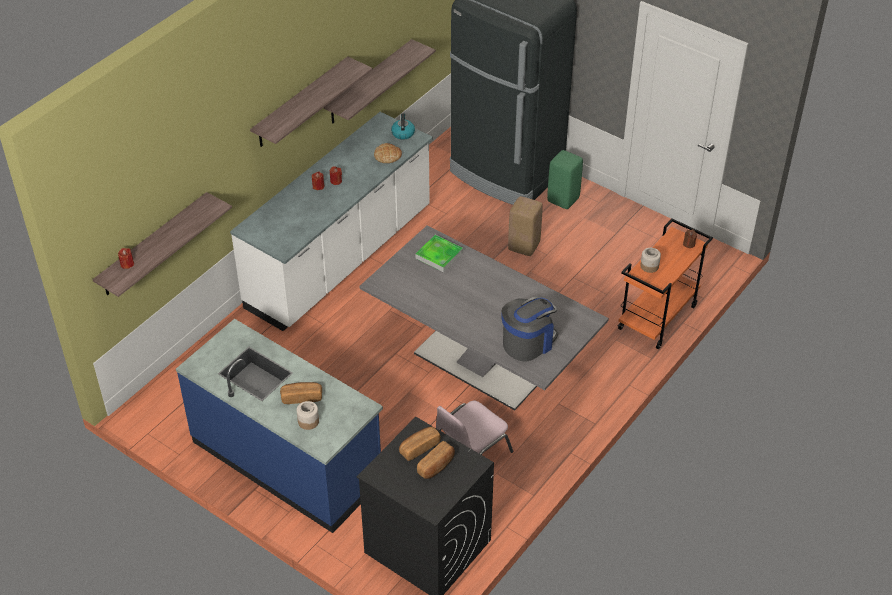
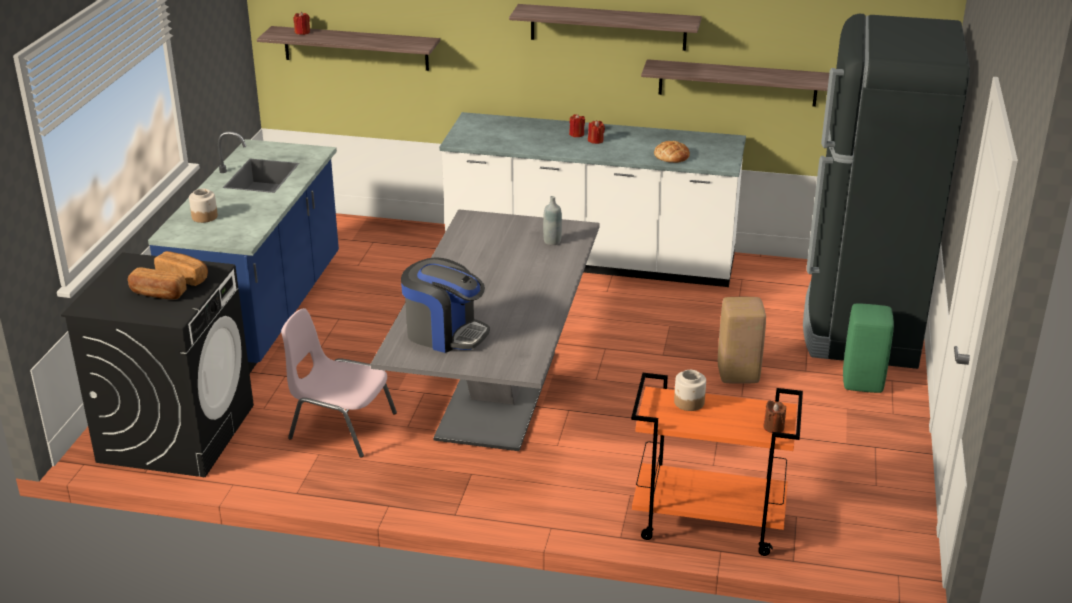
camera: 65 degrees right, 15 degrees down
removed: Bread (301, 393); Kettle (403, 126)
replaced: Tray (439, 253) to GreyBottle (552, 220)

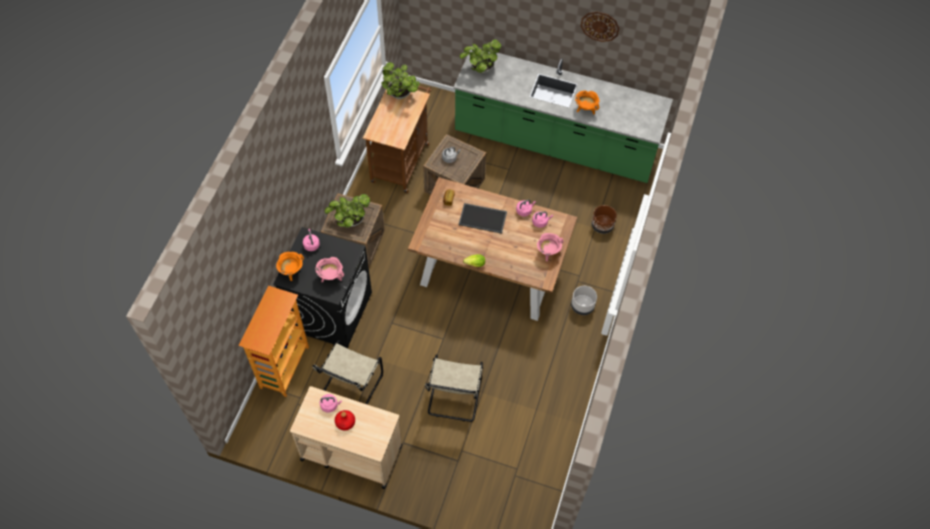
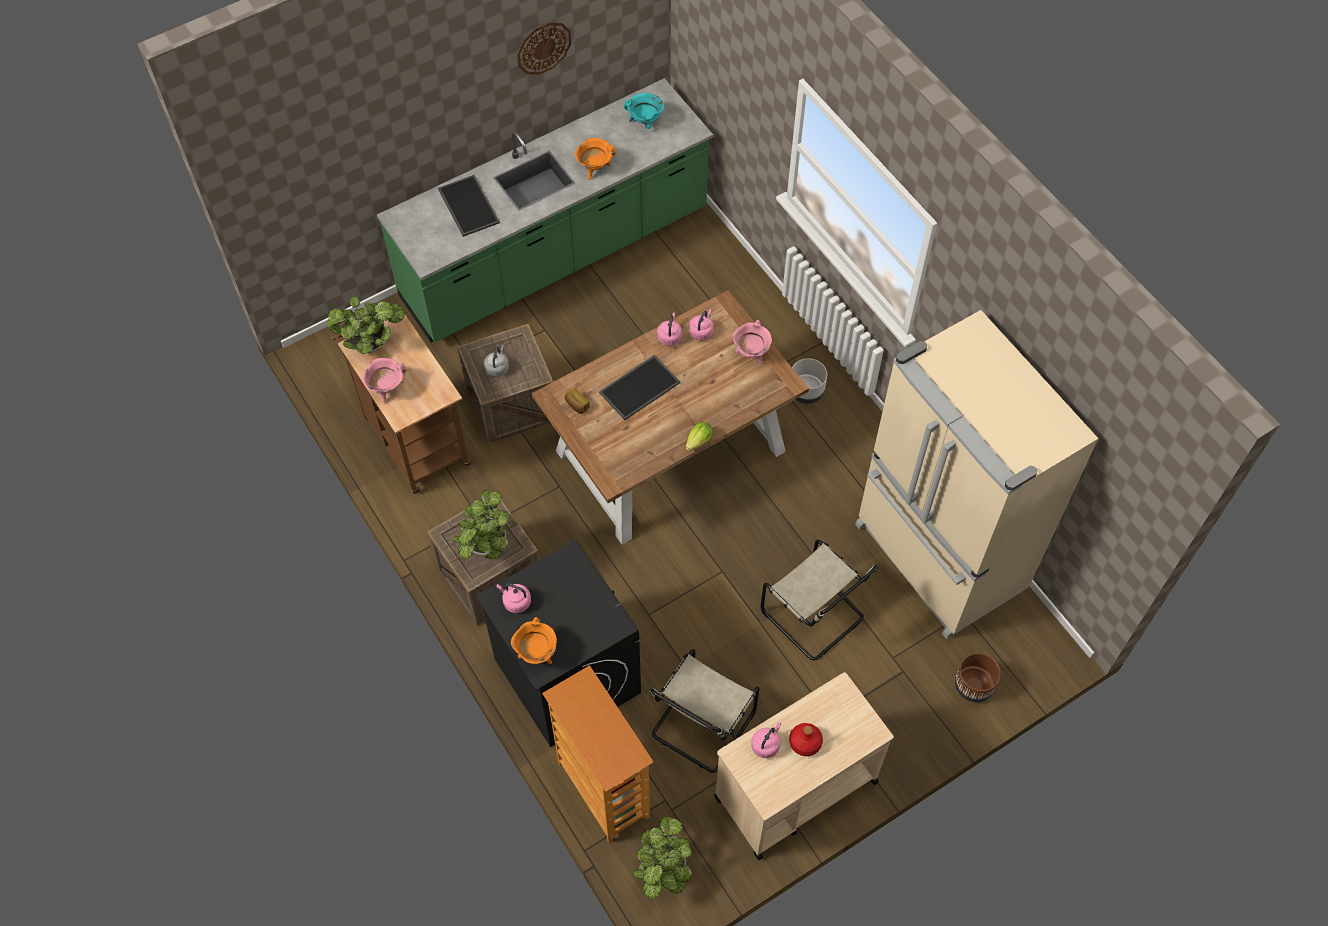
camera: 50 degrees left, 0 degrees up
added: Tray (469, 206); TurquoiseCookingPot (644, 111); BeigeFridge (977, 475)
moved: PinkCookingPot (330, 270) to (384, 380); PottedPlant (480, 56) to (662, 858); BrownPlanter (604, 219) to (977, 678)
turned: BeigeChair (347, 372) = (704, 711) 60 degrees clockwise

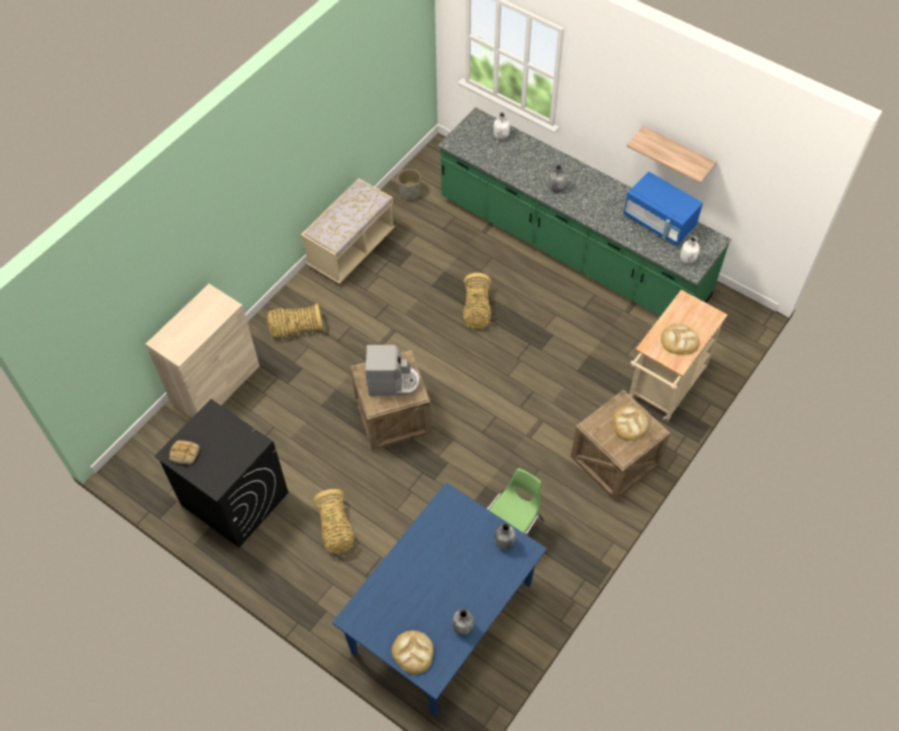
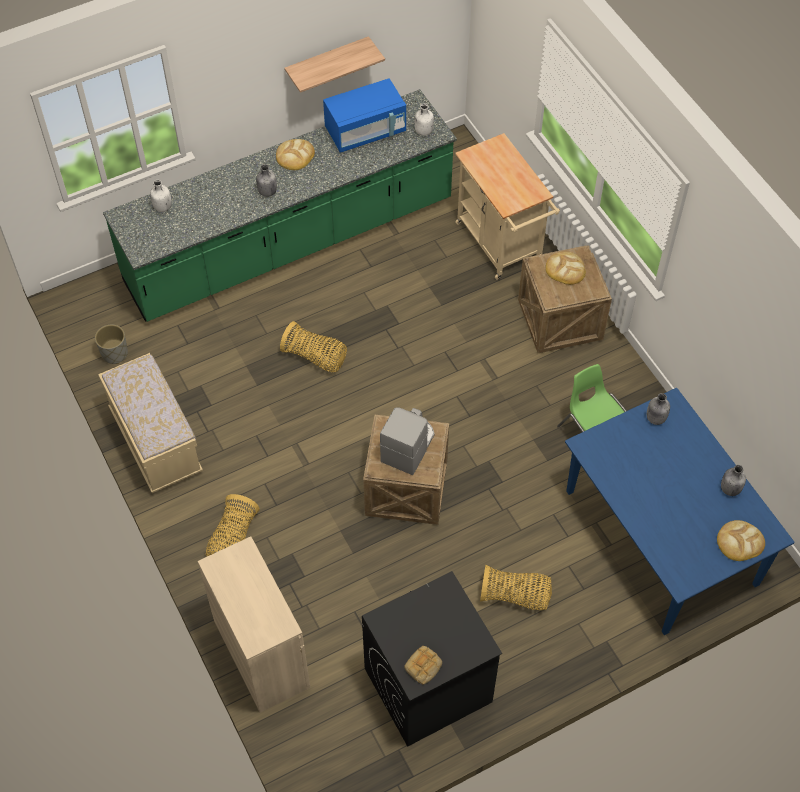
camera: 65 degrees left, 0 degrees up
moved: Bread (680, 339) to (295, 154)

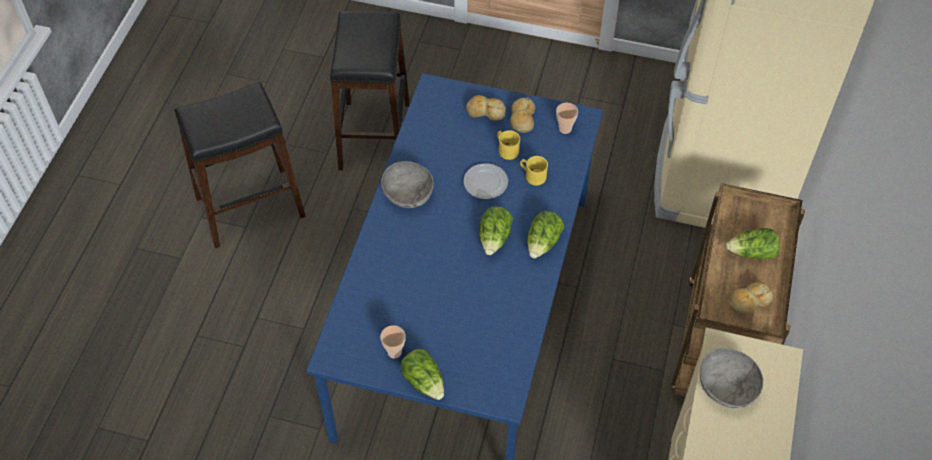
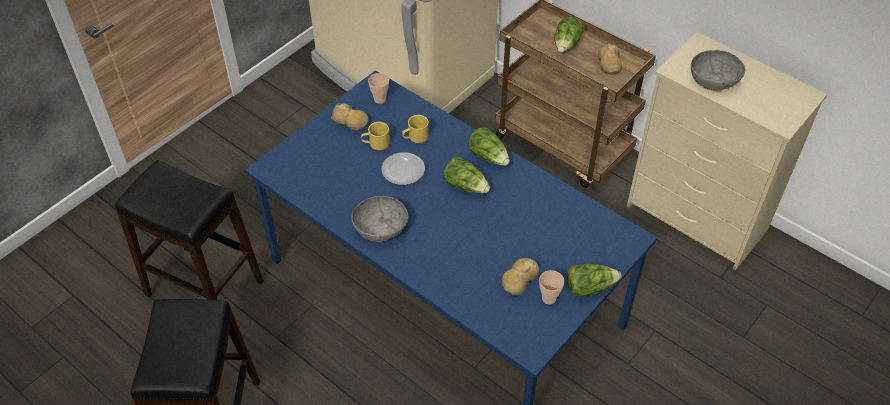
camera: 65 degrees left, 5 degrees down
moved: Bread (486, 108) to (520, 277)

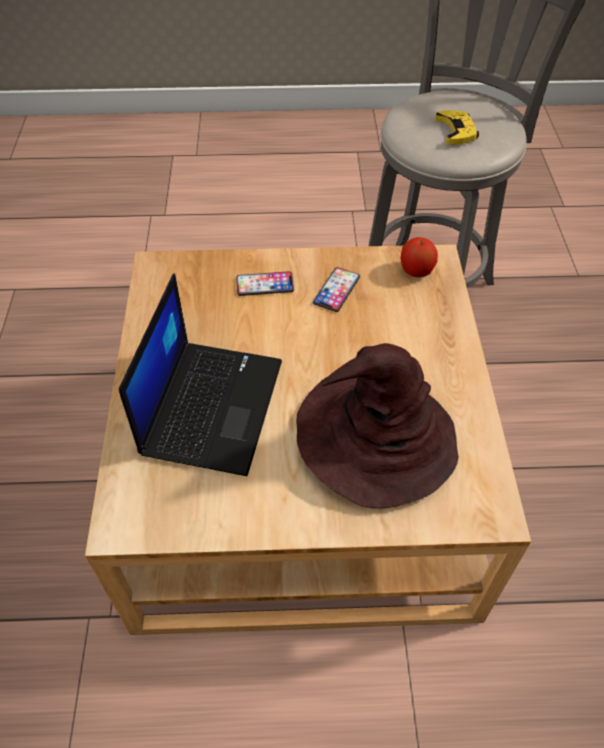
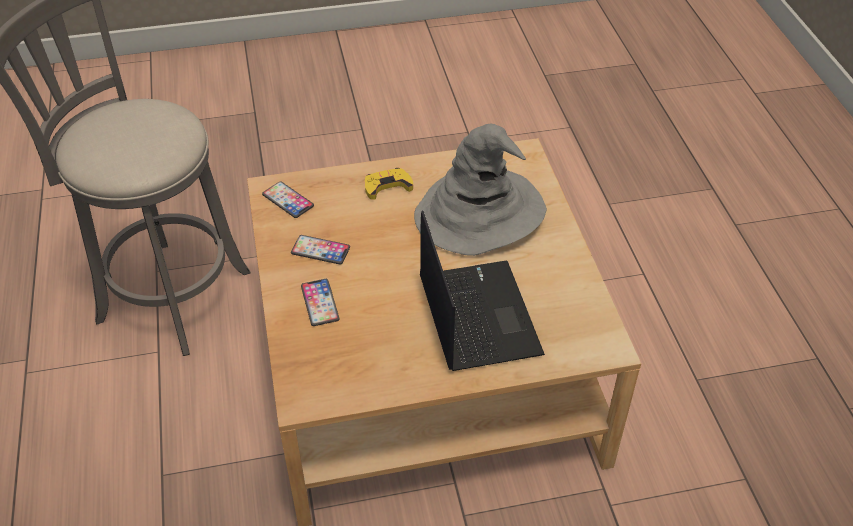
camera: 100 degrees left, 5 degrees down
moved: YellowGameController (457, 127) to (389, 184)
replaced: Apple (419, 257) to Phone (288, 199)
recoloured: BrownHat (377, 425) to GreyHat (480, 190)
turned: Laptop (200, 374) = (482, 290) 75 degrees clockwise

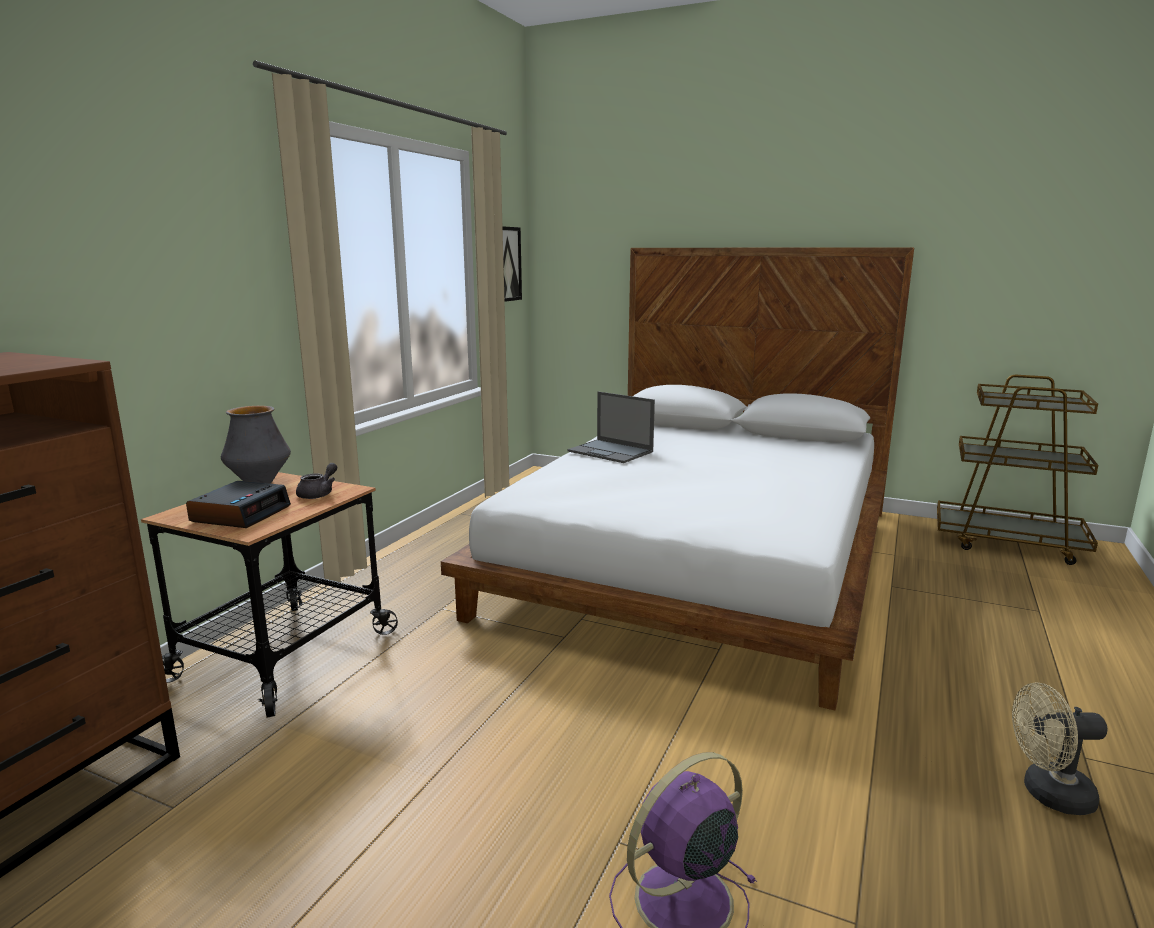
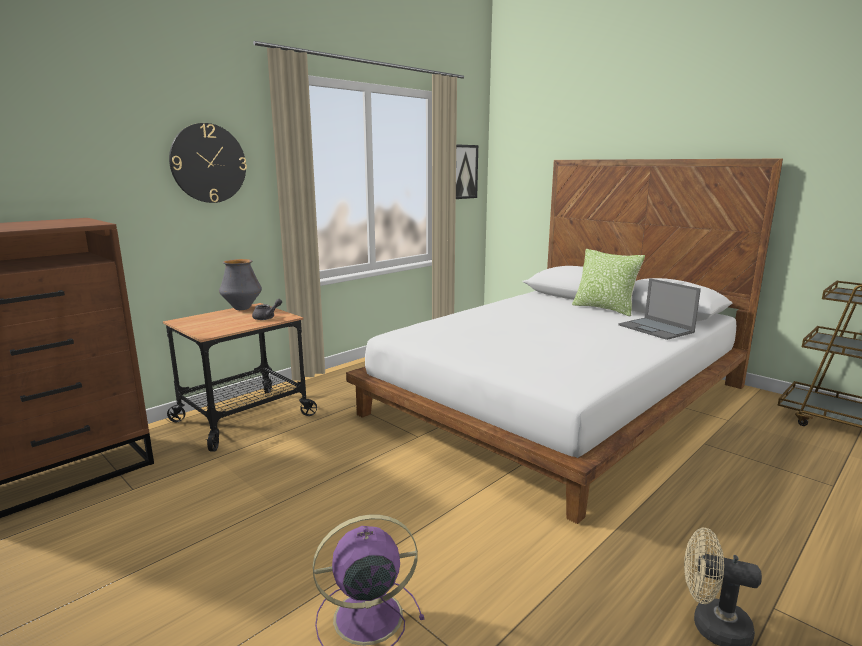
camera: 20 degrees right, 0 degrees up
removed: AlarmClock (238, 504)
added: WallClock (208, 163); Pillow (608, 282)
moved: Laptop (611, 427) to (659, 309)

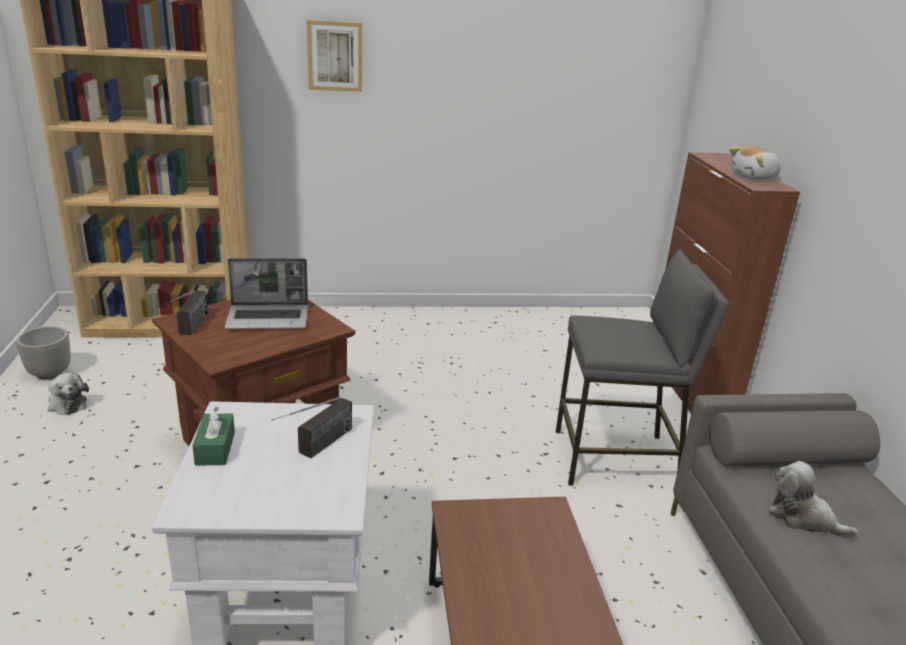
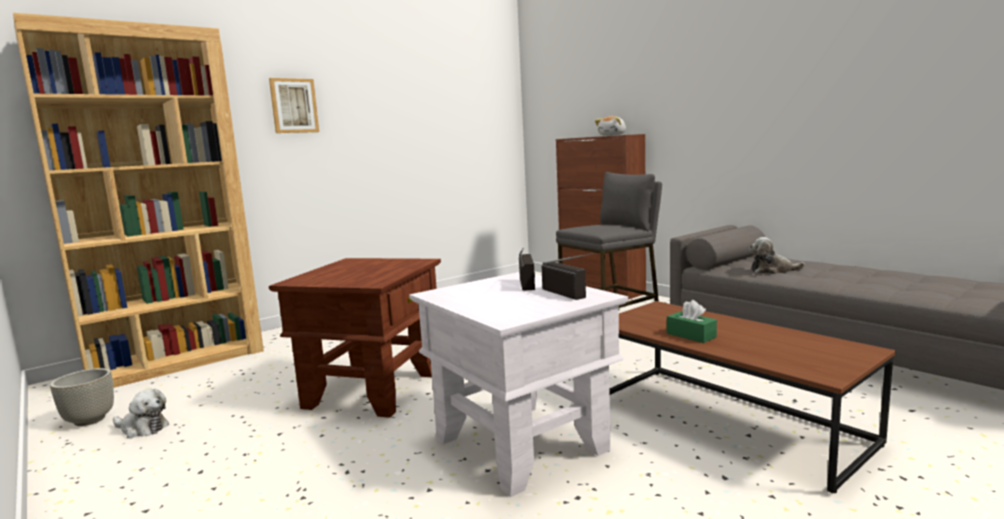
camera: 30 degrees left, 15 degrees down
removed: Laptop (266, 293)
moved: Radio (186, 312) to (568, 276); GreenTissueBox (213, 436) to (692, 321)

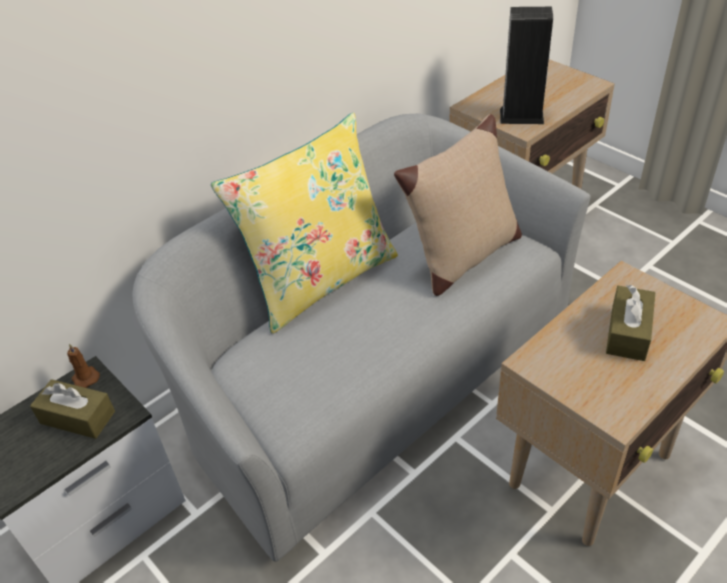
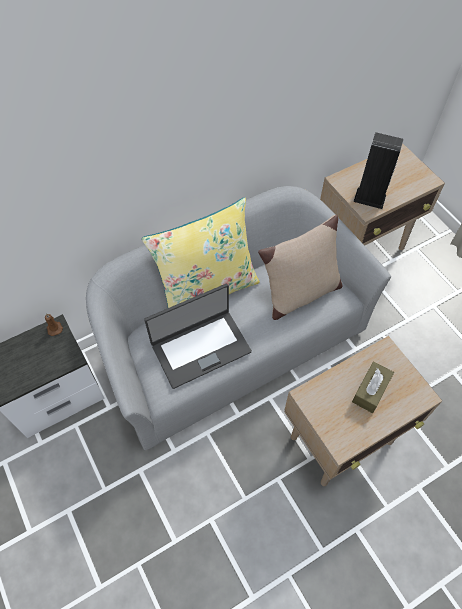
camera: 10 degrees right, 15 degrees up
removed: BrownTissueBox (72, 409)
added: Laptop (198, 336)

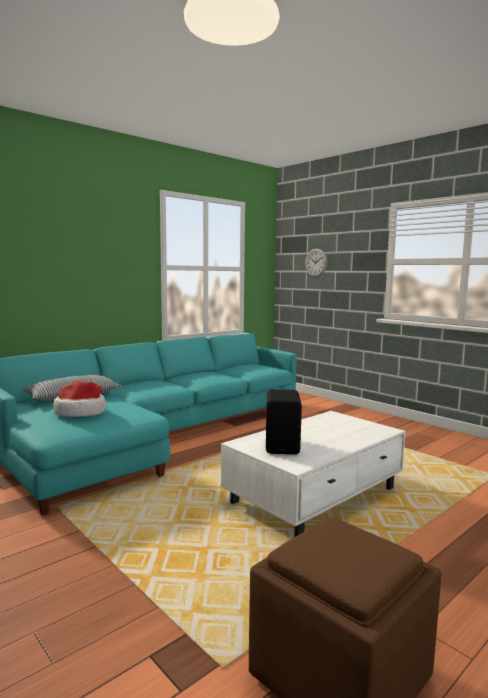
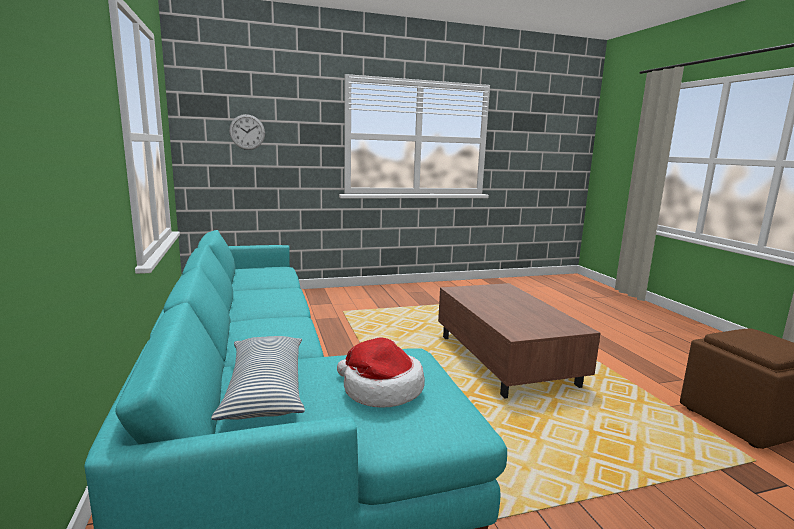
camera: 65 degrees left, 5 degrees up
removed: BlackSpeaker (284, 421)
recoloured: WhiteCoffeeTable (313, 474) to BrownCoffeeTable (519, 341)

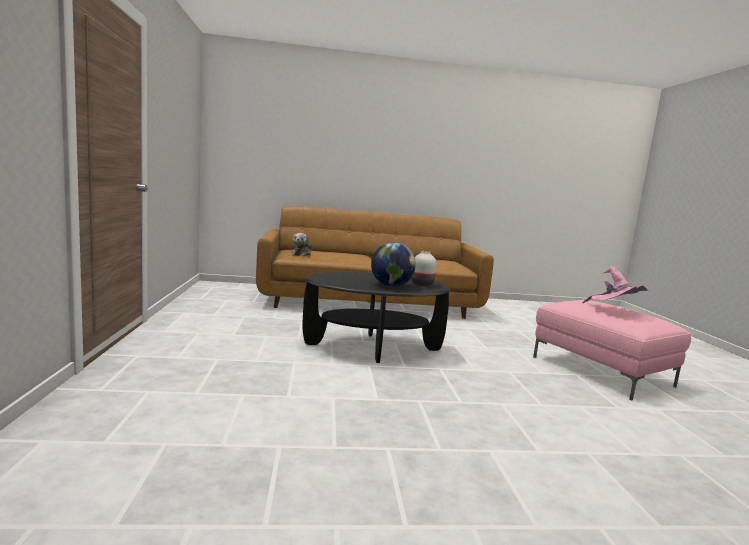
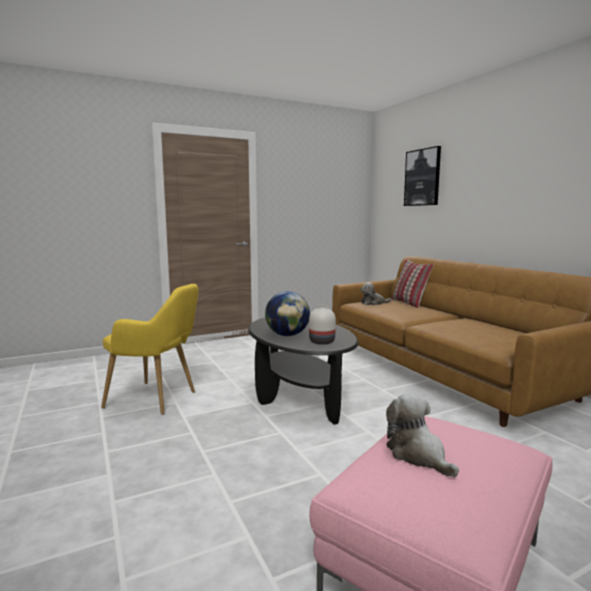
camera: 70 degrees right, 0 degrees up
added: YellowArmchair (150, 349); Pillow (412, 283); Picture (422, 176)
replaced: PinkHat (615, 284) to PlushToy (422, 435)

